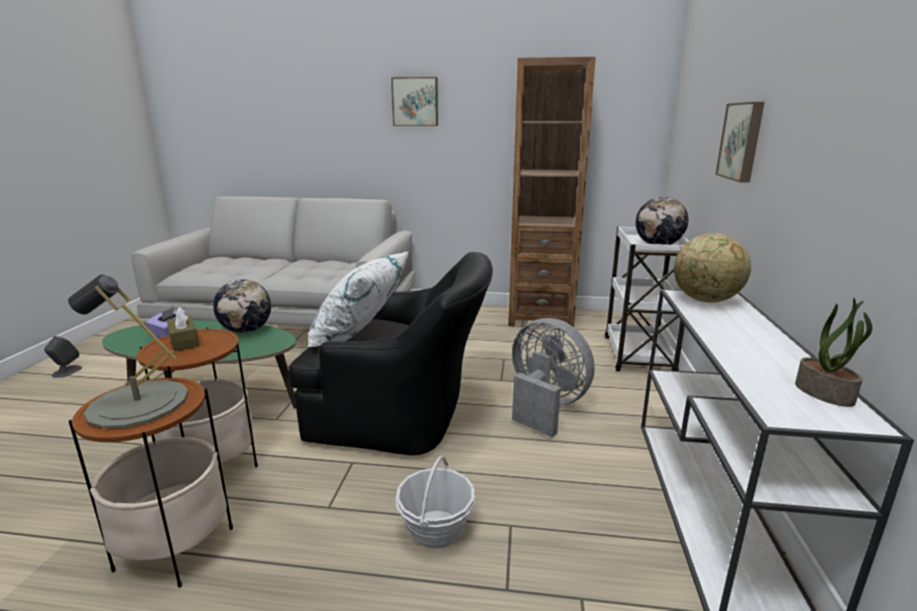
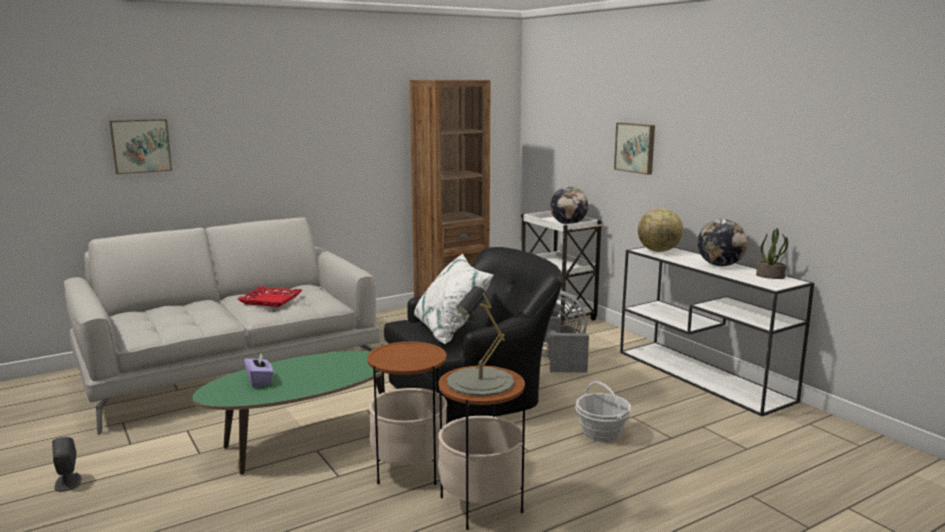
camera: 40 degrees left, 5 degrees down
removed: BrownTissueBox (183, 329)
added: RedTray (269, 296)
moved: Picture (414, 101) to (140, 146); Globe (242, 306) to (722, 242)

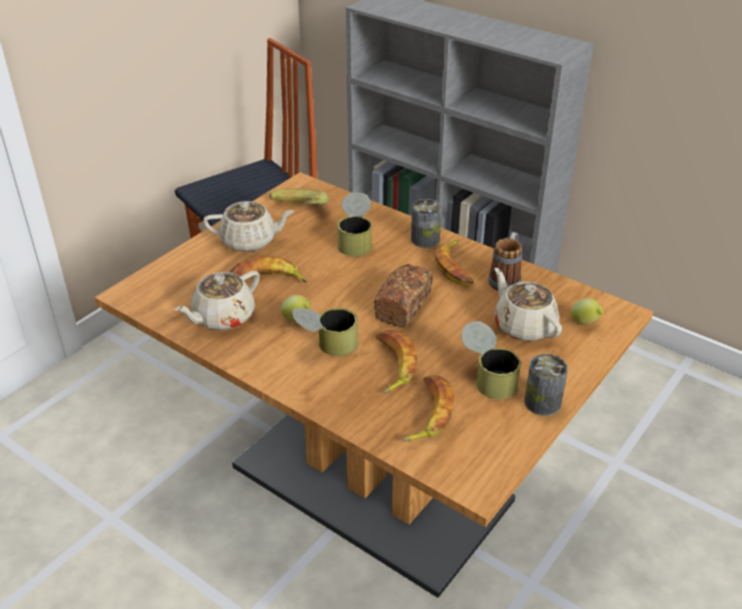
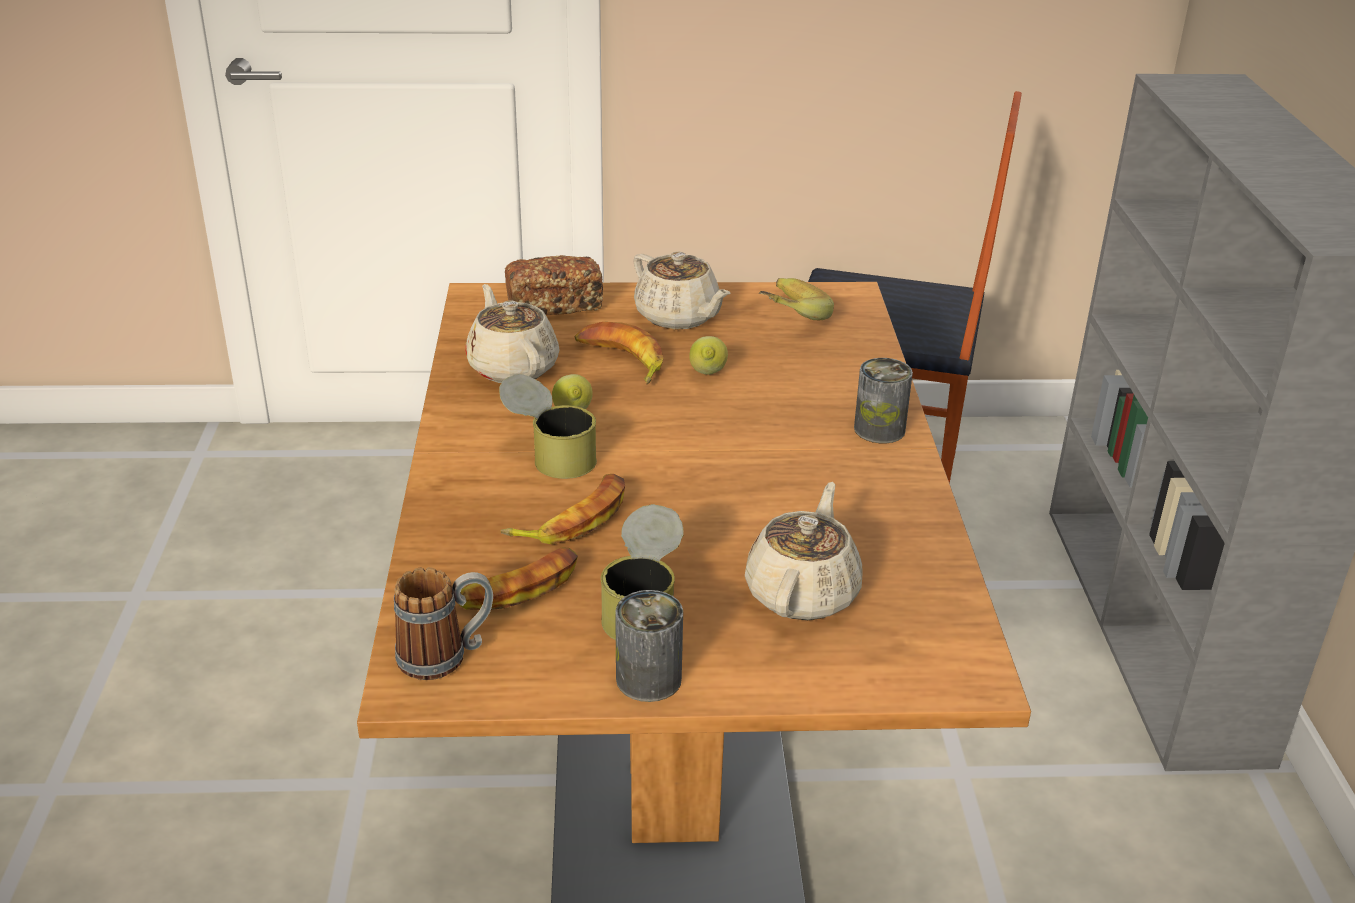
camera: 50 degrees right, 5 degrees down
removed: Can (354, 224); Banana (454, 262)
moved: Mug (505, 261) to (443, 623); Bread (403, 295) to (554, 285); Lemon (587, 311) to (708, 355)
turned: BeigeTeapot (217, 301) = (512, 333) 60 degrees clockwise

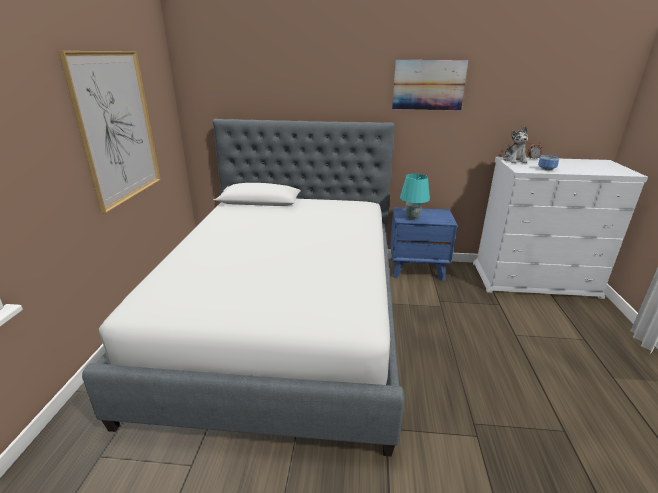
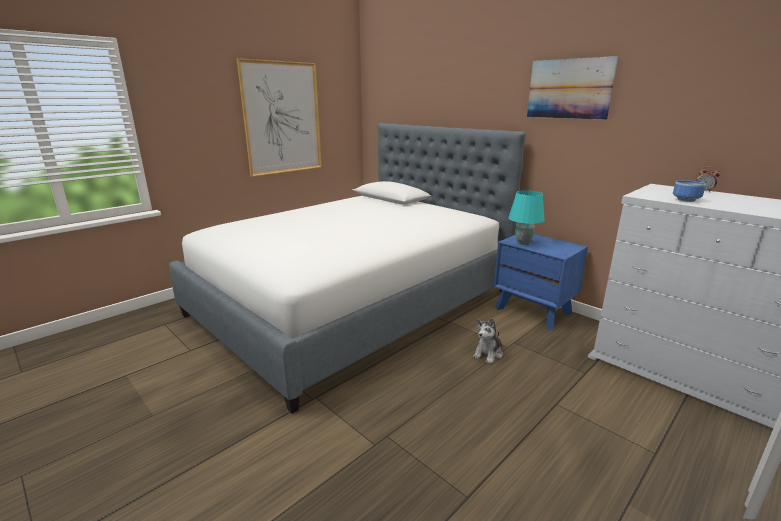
camera: 40 degrees right, 5 degrees down
moved: PlushToy (515, 144) to (488, 341)

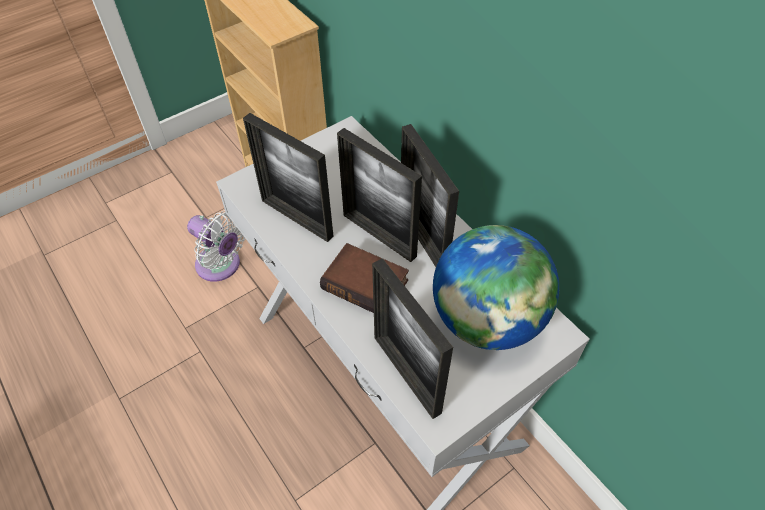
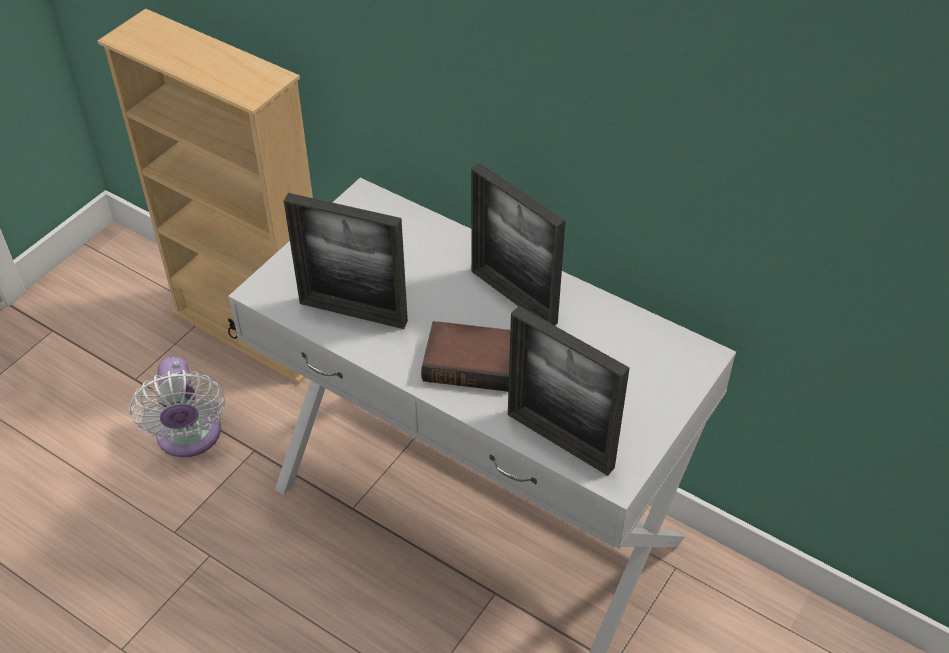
camera: 20 degrees left, 5 degrees down
removed: PictureFrame (379, 195); Globe (496, 287)
turned: WhiteFan (216, 246) = (177, 407) 60 degrees clockwise

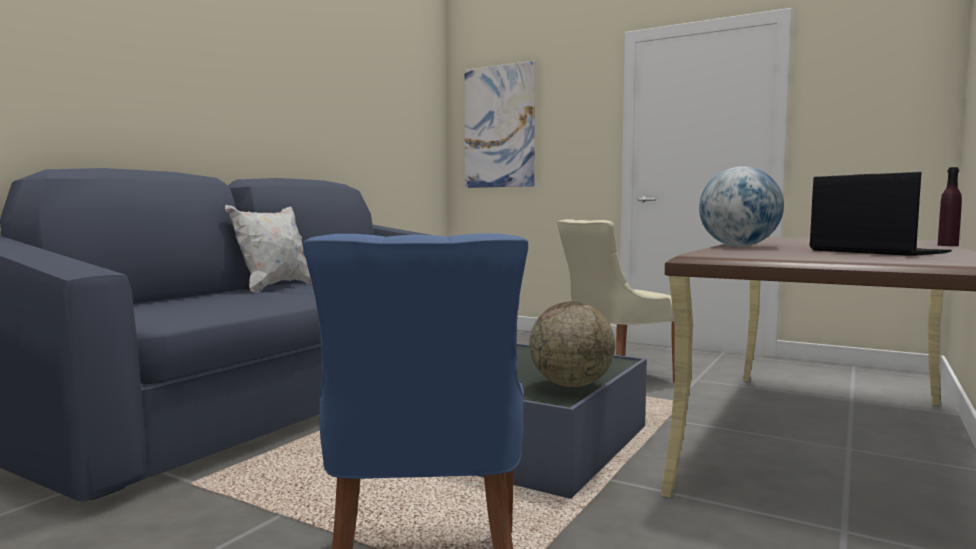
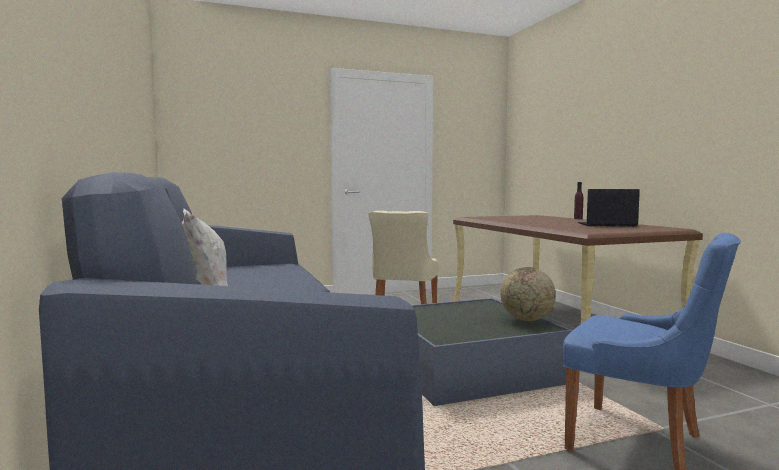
camera: 50 degrees left, 0 degrees up
removed: Picture (500, 124); Globe (741, 206)

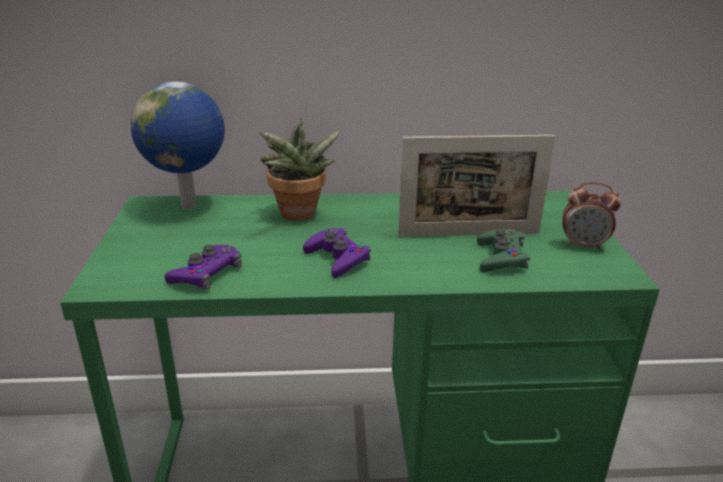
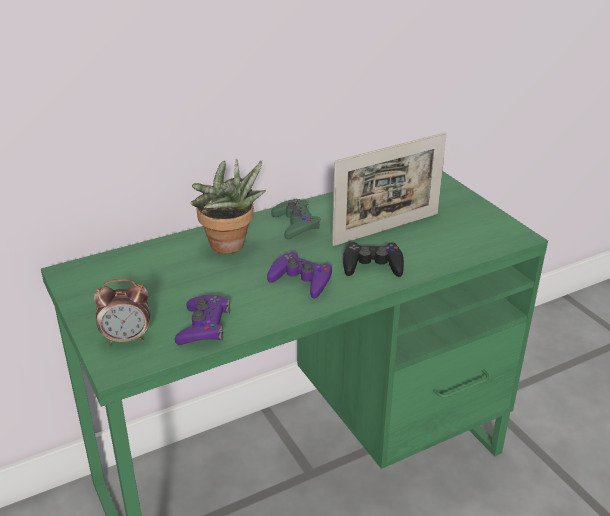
camera: 25 degrees left, 5 degrees up
removed: Globe (178, 145)
added: BlackGameController (373, 259)
moved: AlarmClock (591, 216) to (122, 312); GreenGameController (503, 250) to (296, 219)

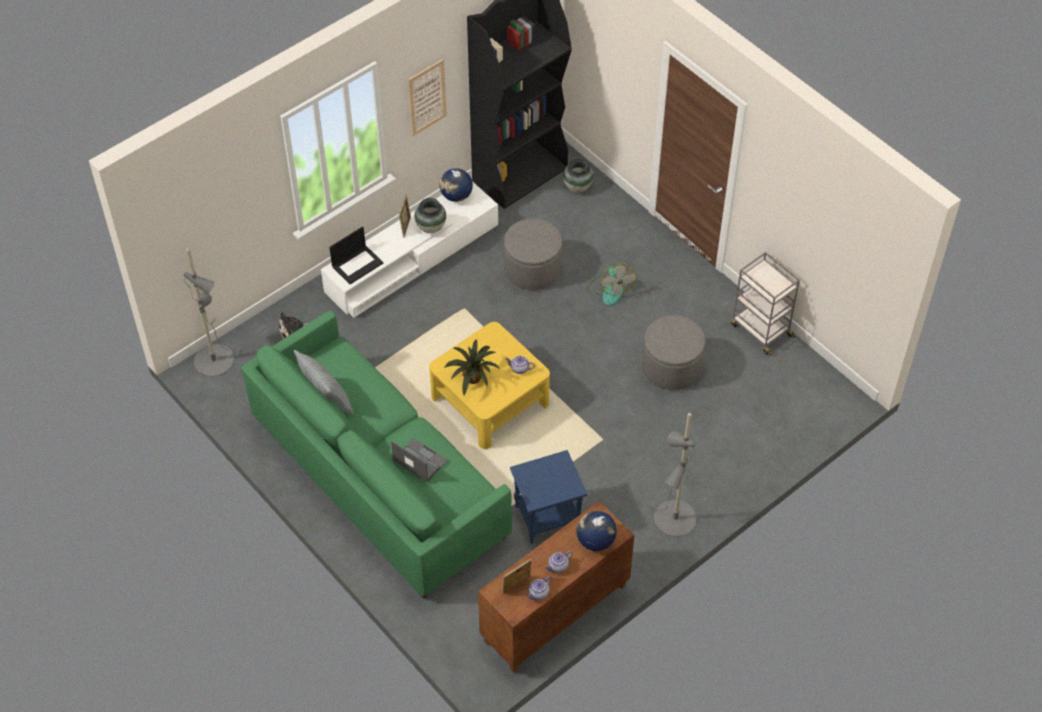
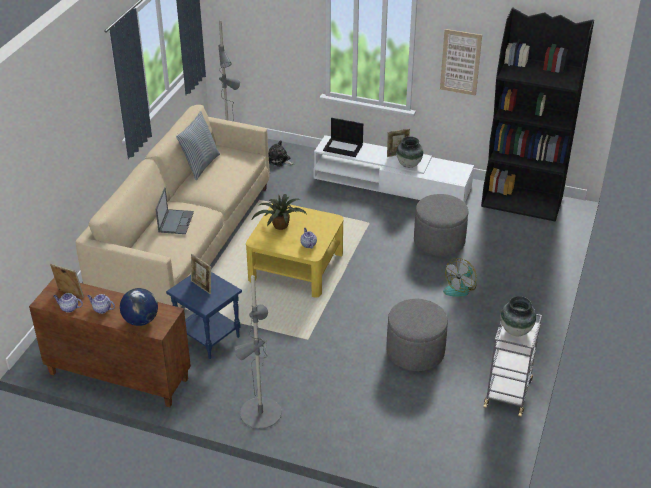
camera: 60 degrees right, 15 degrees down
removed: Globe (456, 185)
added: PictureFrame (201, 274)
moved: Vase (578, 175) to (518, 316)
recoloured: GreenSofa (377, 455) to BeigeSofa (173, 206)

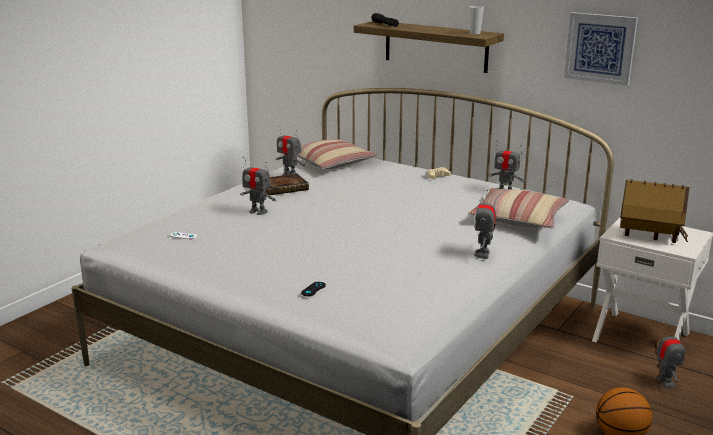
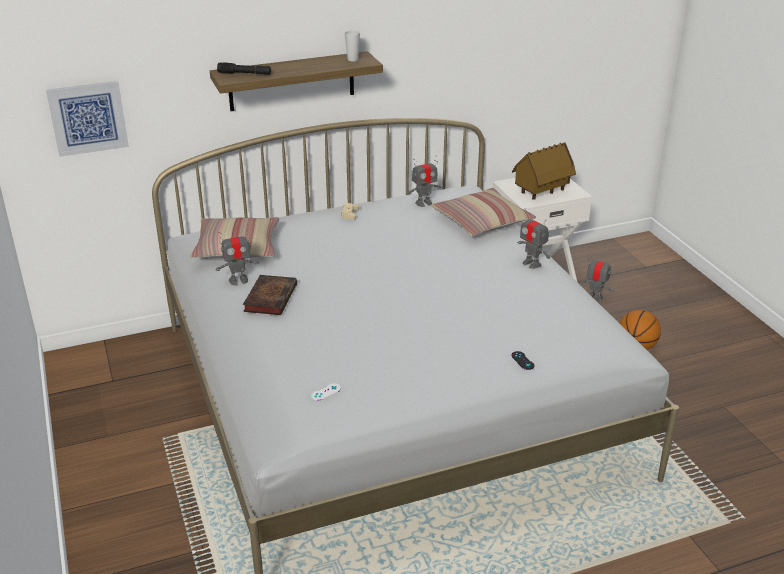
camera: 55 degrees left, 10 degrees up
removed: ToyRobot (258, 186)
moved: Picture (601, 49) to (87, 119)

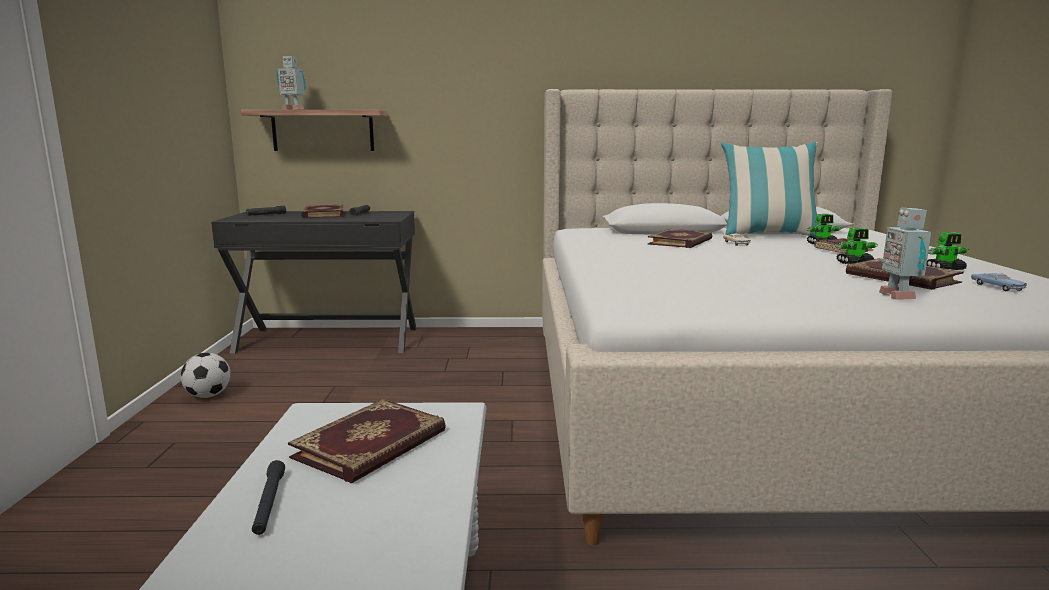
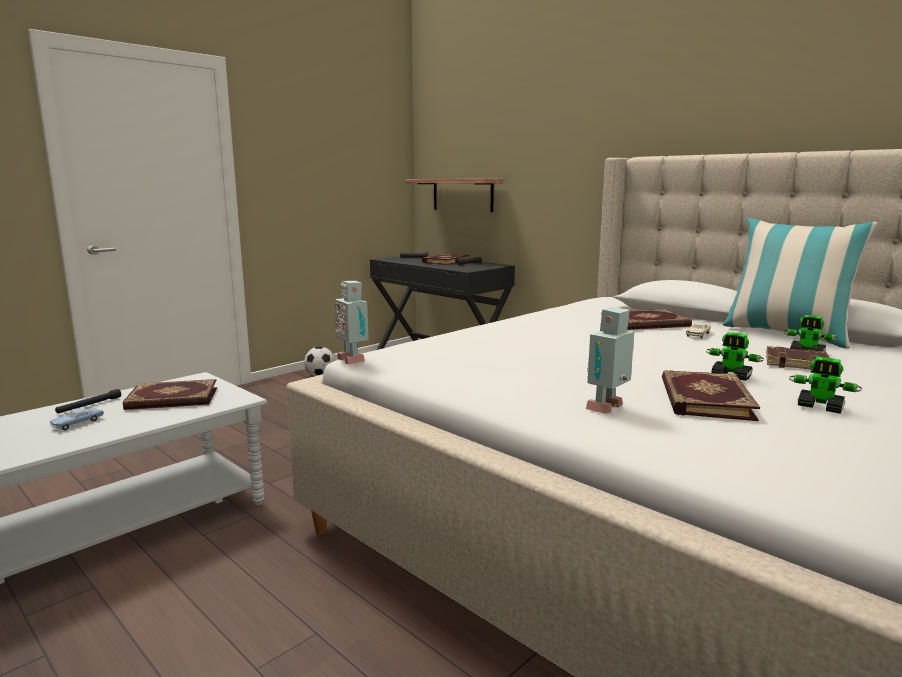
camera: 45 degrees right, 0 degrees up
moved: BlueToyCar (999, 282) to (77, 419); ToyRobot (291, 83) to (352, 323)

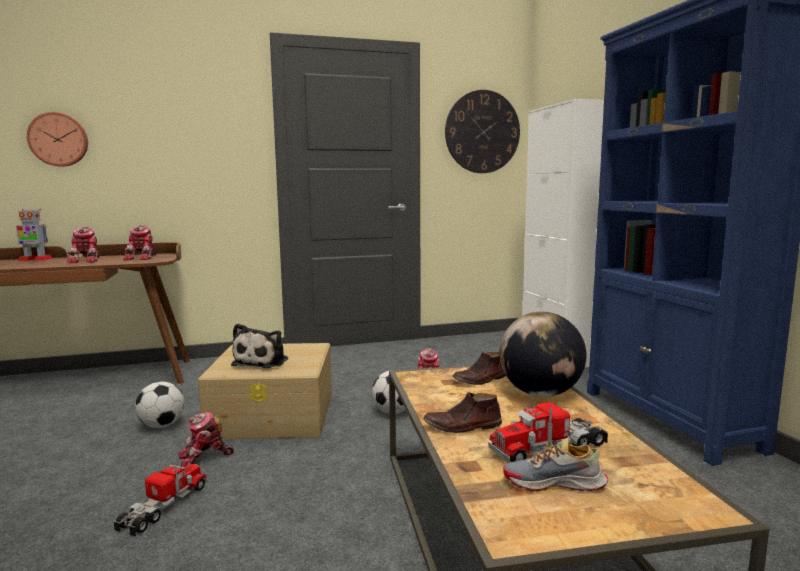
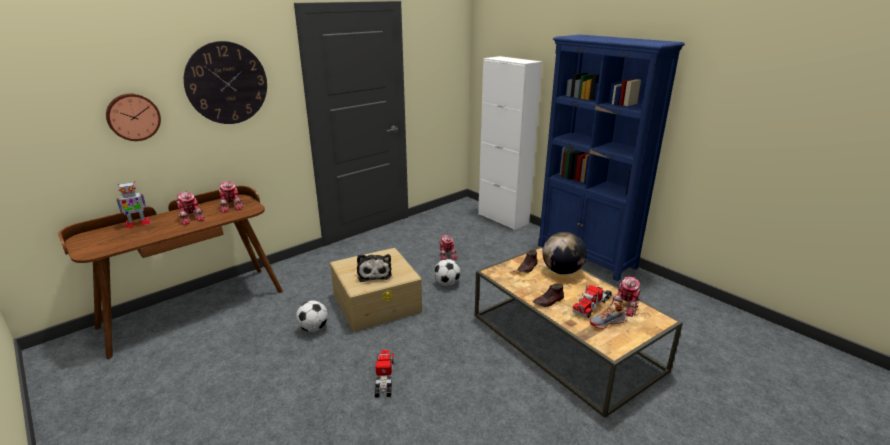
camera: 25 degrees left, 15 degrees up
moved: WallClock (482, 131) to (225, 82); ToyRobot (206, 439) to (625, 297)

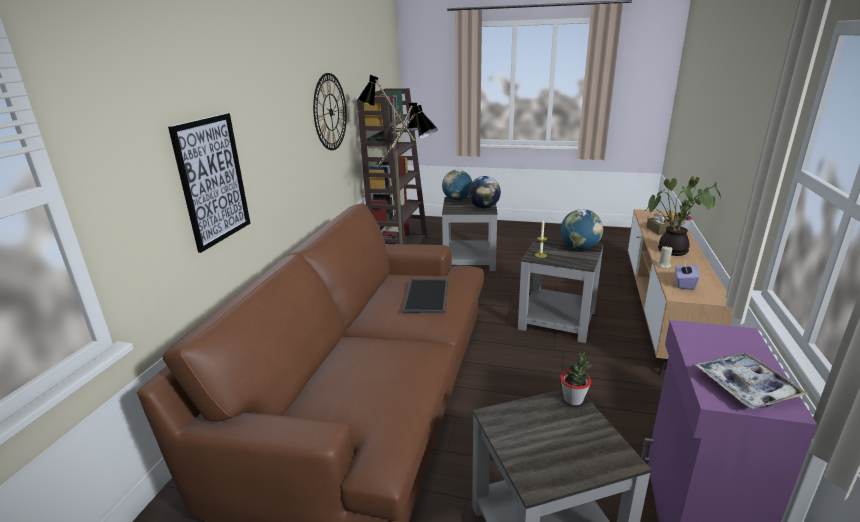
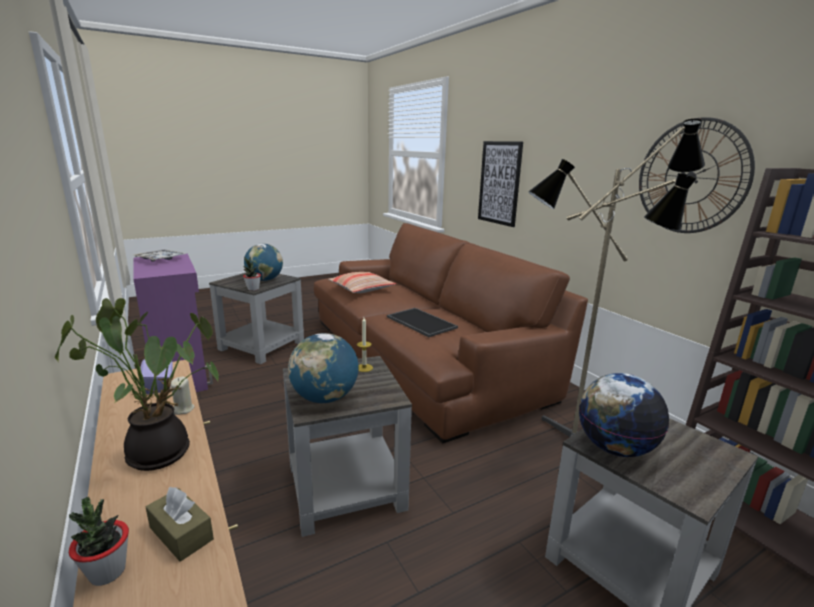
camera: 135 degrees right, 5 degrees down
added: Pillow (362, 282)
moved: Globe (457, 185) to (263, 262)

